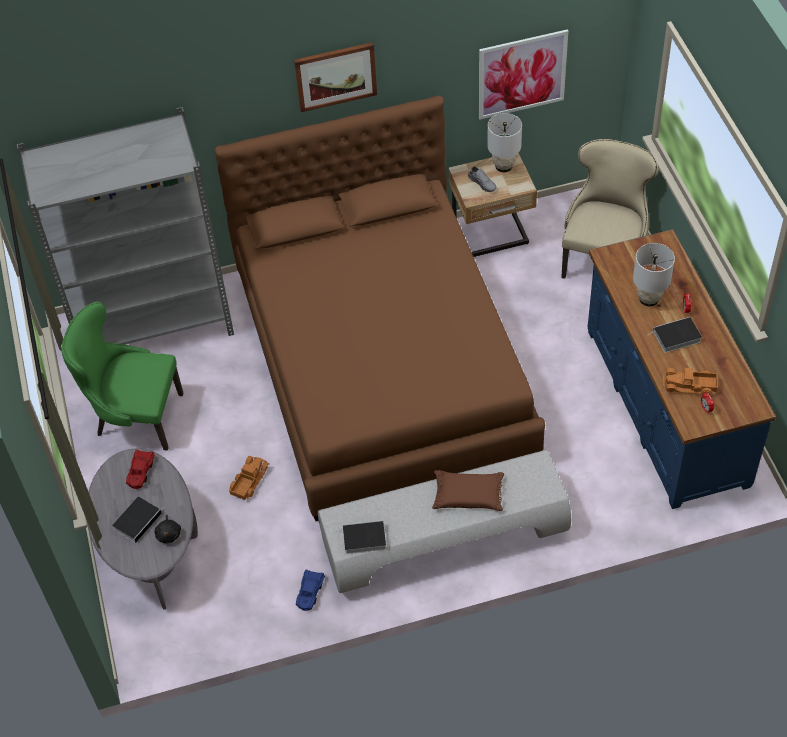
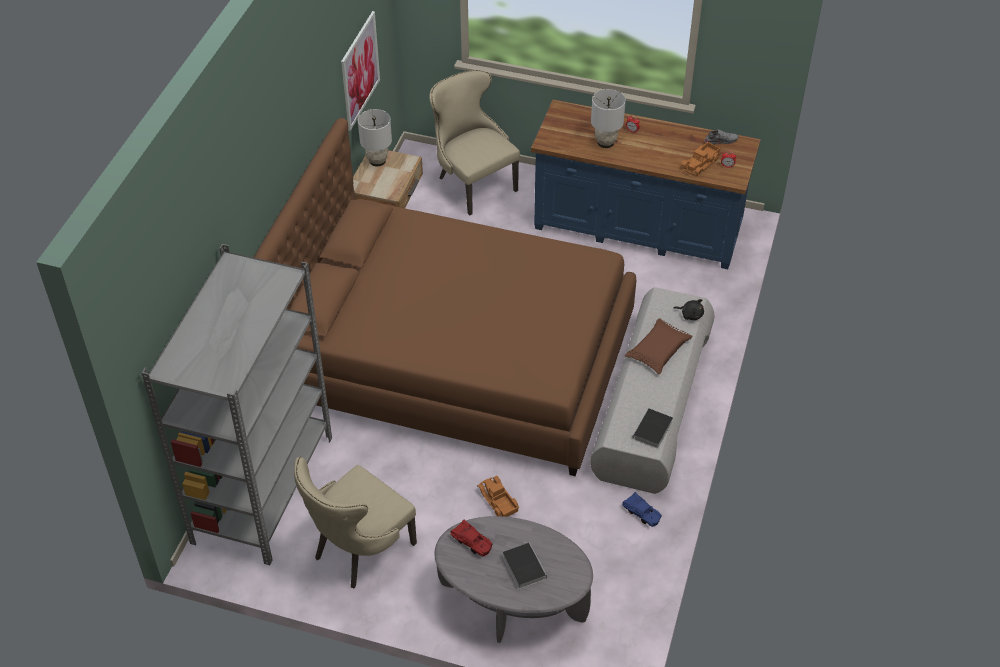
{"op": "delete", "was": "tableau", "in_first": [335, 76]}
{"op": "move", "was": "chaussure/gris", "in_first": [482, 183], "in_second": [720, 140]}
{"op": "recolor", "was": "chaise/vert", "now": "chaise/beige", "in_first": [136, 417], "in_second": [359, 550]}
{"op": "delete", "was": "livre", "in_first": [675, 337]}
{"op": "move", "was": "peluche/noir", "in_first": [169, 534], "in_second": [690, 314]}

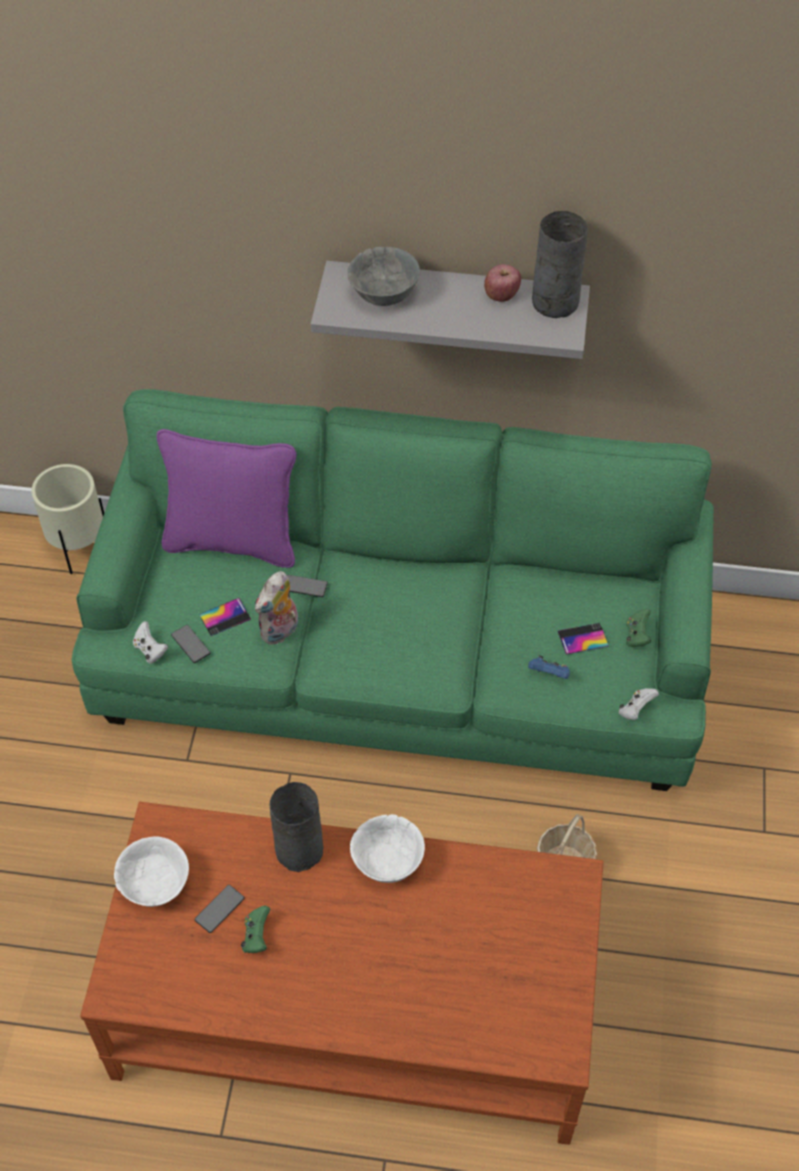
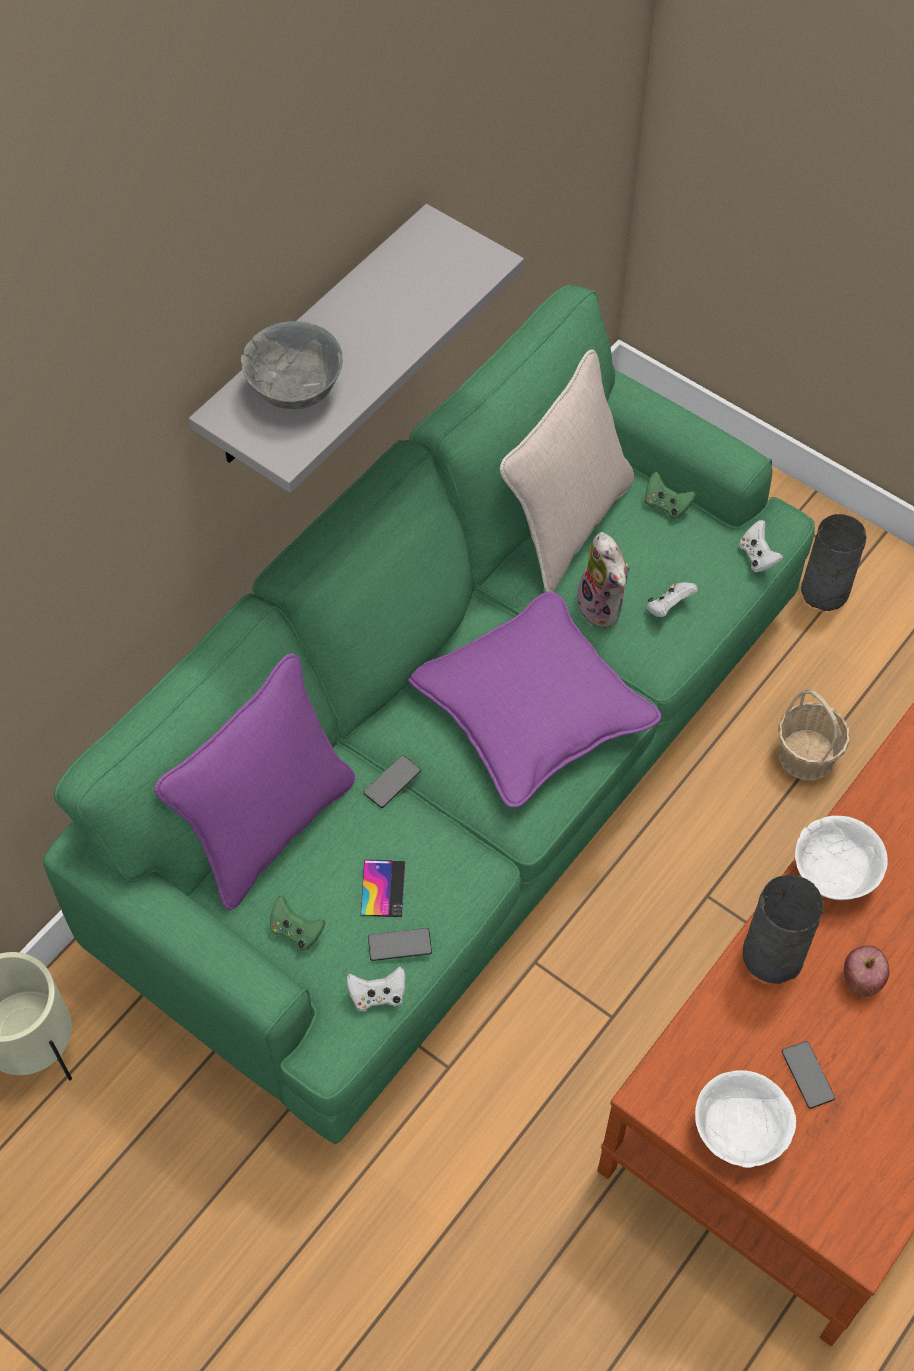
{"op": "move", "was": "vase/gris", "in_first": [554, 302], "in_second": [825, 593]}
{"op": "move", "was": "pomme", "in_first": [501, 295], "in_second": [861, 980]}
{"op": "move", "was": "peluche", "in_first": [280, 632], "in_second": [603, 607]}
{"op": "delete", "was": "téléphone", "in_first": [583, 639]}
{"op": "recolor", "was": "manette/bleu", "now": "manette/blanc", "in_first": [549, 674], "in_second": [668, 607]}
{"op": "move", "was": "manette/vert", "in_first": [256, 936], "in_second": [296, 931]}
{"op": "insert", "now": "coussin/beige", "in_second": [566, 525]}
{"op": "insert", "now": "coussin/violet", "in_second": [531, 707]}

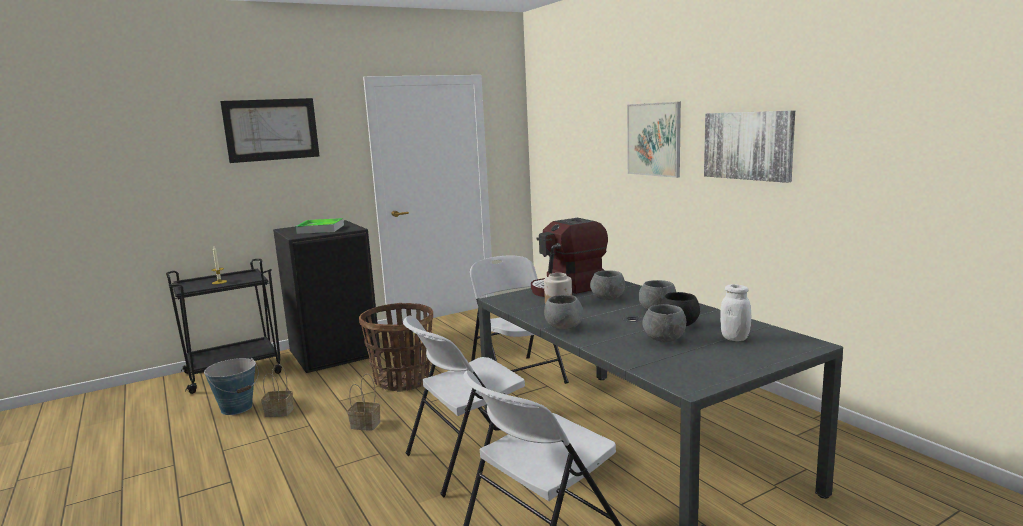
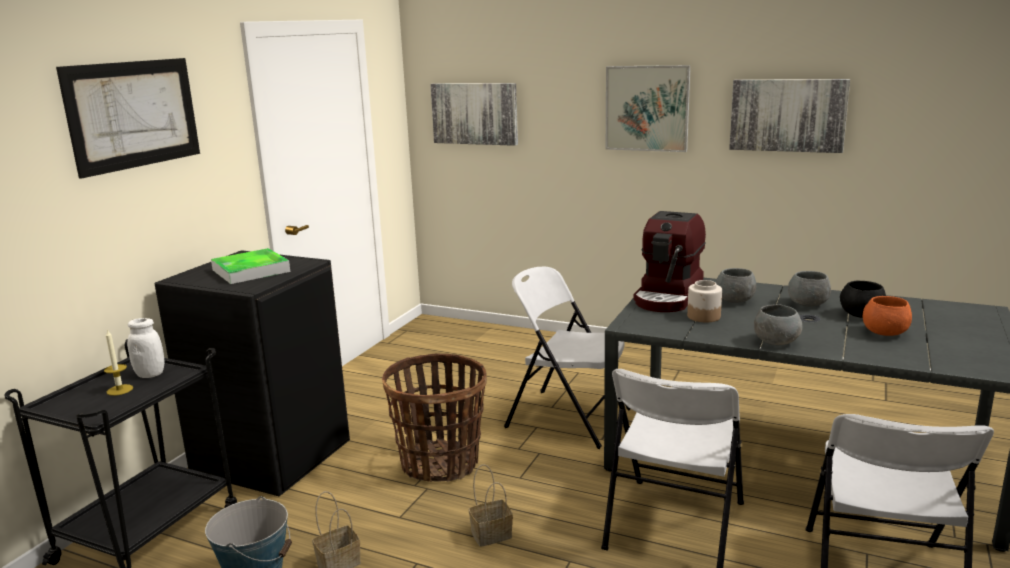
{"op": "move", "was": "bocal/blanc", "in_first": [734, 338], "in_second": [150, 374]}
{"op": "recolor", "was": "bol/gris", "now": "bol/orange", "in_first": [664, 339], "in_second": [885, 333]}
{"op": "insert", "now": "tableau", "in_second": [475, 113]}

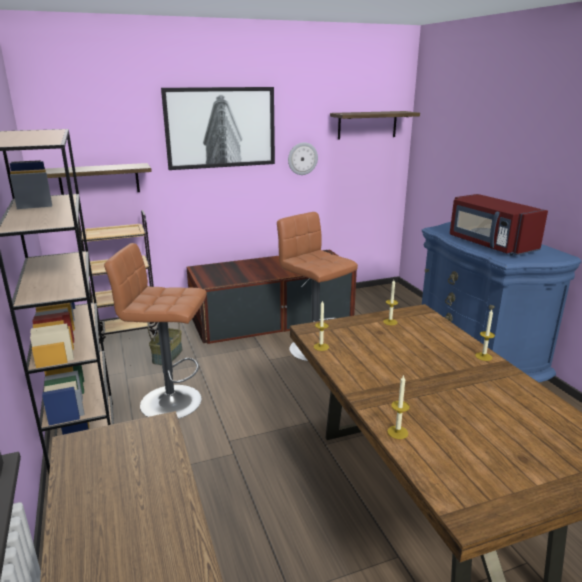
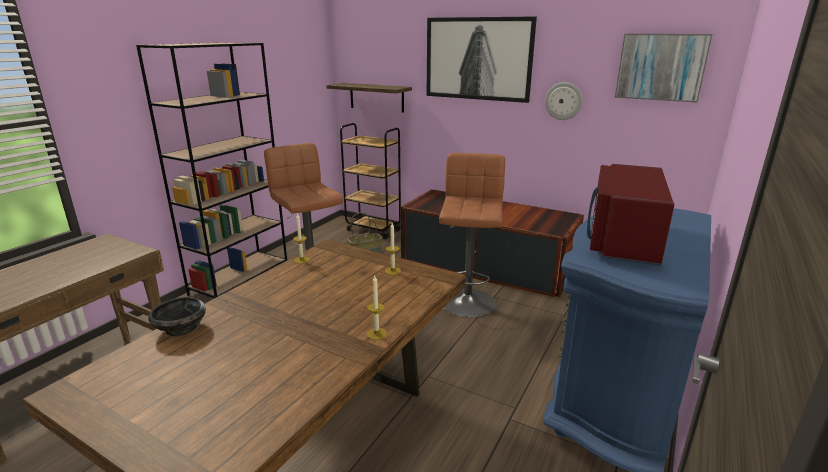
{"op": "replace", "was": "étagère", "now": "tableau", "in_first": [367, 125], "in_second": [661, 67]}
{"op": "replace", "was": "bougie", "now": "bol/noir", "in_first": [397, 432], "in_second": [180, 328]}

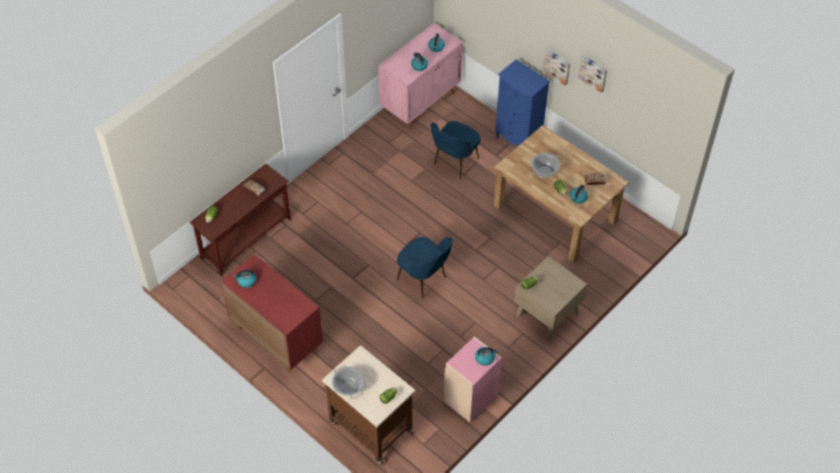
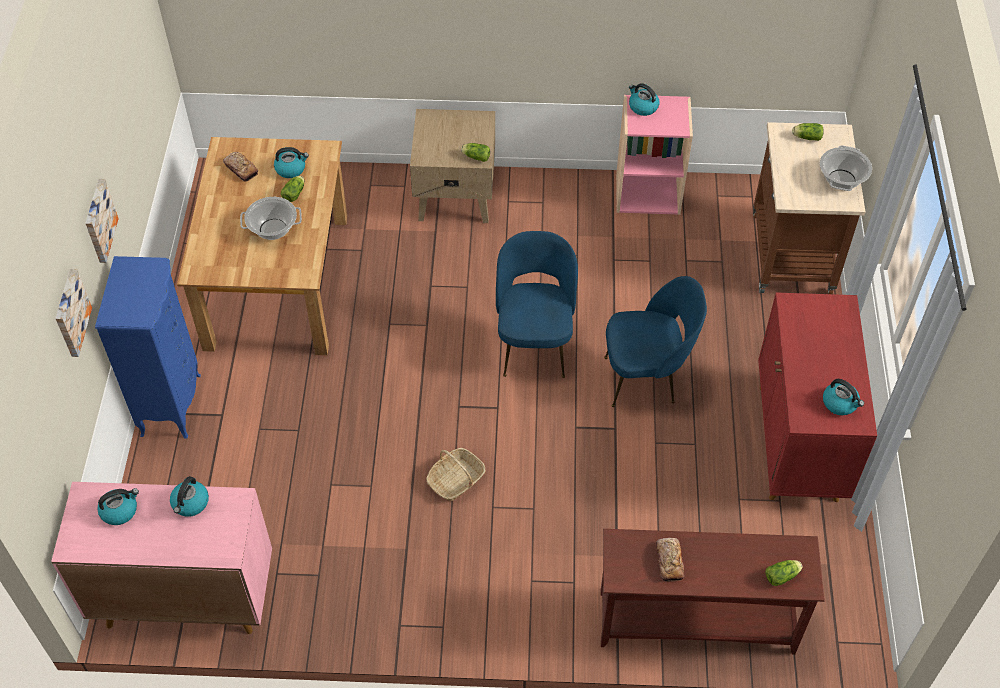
{"op": "move", "was": "tableau", "in_first": [593, 72], "in_second": [70, 312]}
{"op": "move", "was": "chaise/bleu", "in_first": [454, 163], "in_second": [646, 380]}
{"op": "insert", "now": "panier", "in_second": [456, 480]}

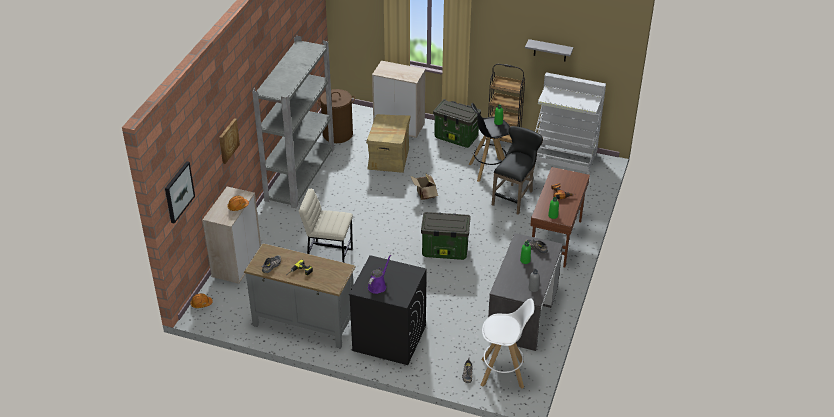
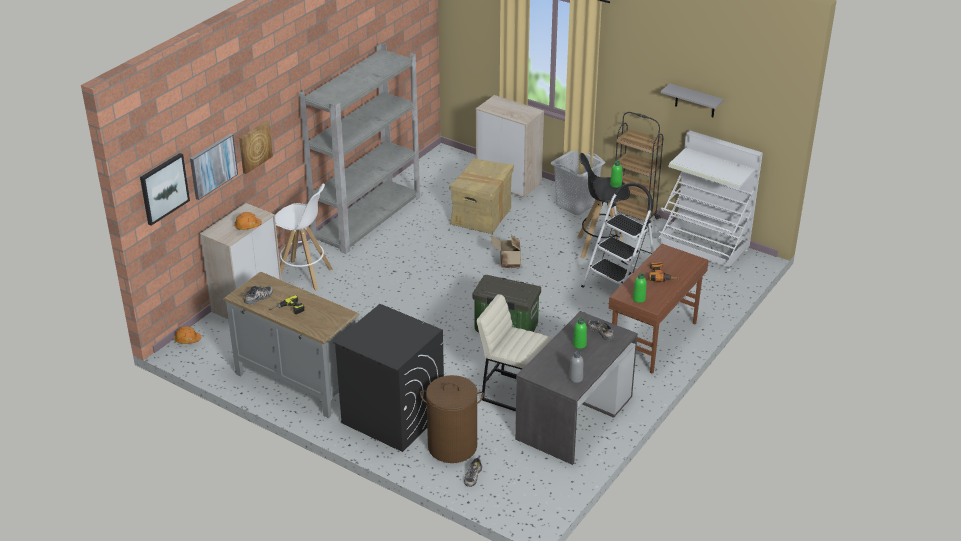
{"op": "move", "was": "panier à linge/marron", "in_first": [337, 134], "in_second": [452, 446]}
{"op": "replace", "was": "boîte de rangement", "now": "panier à linge/gris", "in_first": [457, 137], "in_second": [576, 205]}
{"op": "replace", "was": "tabouret/noir", "now": "escabeau", "in_first": [515, 197], "in_second": [621, 282]}
{"op": "move", "was": "chaise/beige", "in_first": [328, 257], "in_second": [513, 393]}
{"op": "delete", "was": "arrosoir/violet", "in_first": [378, 286]}
{"op": "move", "was": "tabouret/blanc", "in_first": [503, 373], "in_second": [304, 275]}
{"op": "insert", "now": "tableau", "in_second": [213, 166]}

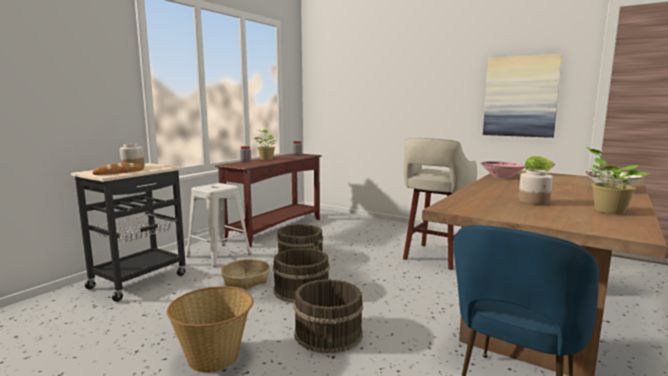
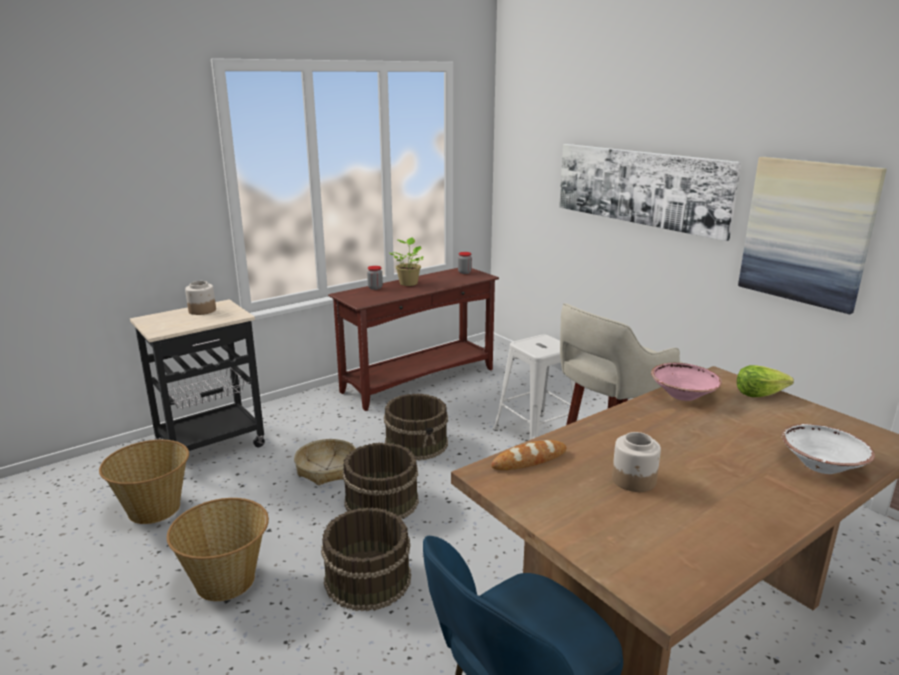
{"op": "delete", "was": "plante en pot", "in_first": [607, 210]}
{"op": "move", "was": "pain", "in_first": [119, 172], "in_second": [529, 460]}
{"op": "move", "was": "tabouret/blanc", "in_first": [219, 255], "in_second": [537, 434]}
{"op": "insert", "now": "tableau", "in_second": [640, 187]}
{"op": "insert", "now": "panier", "in_second": [154, 509]}

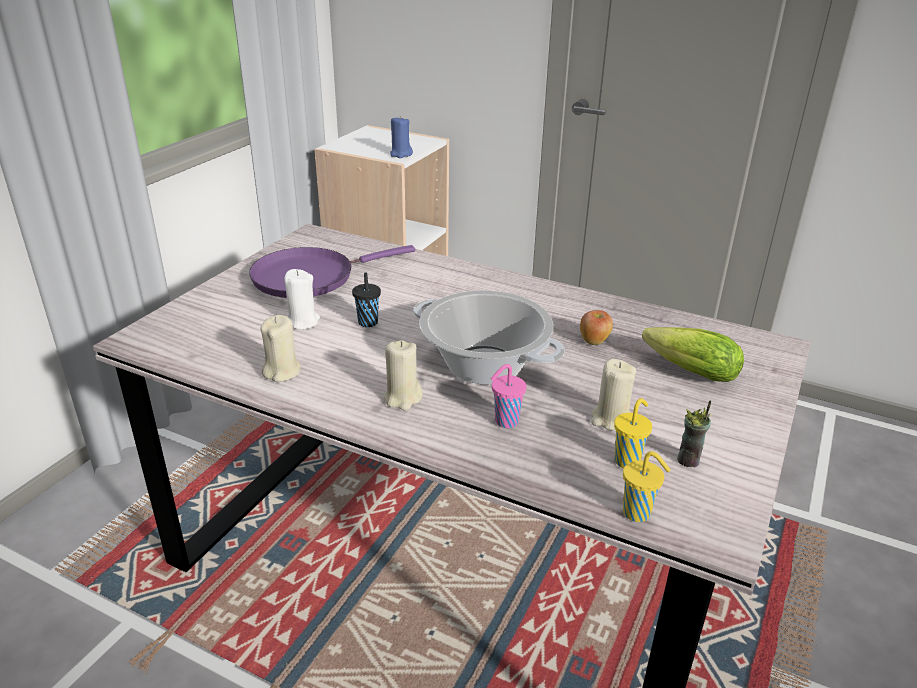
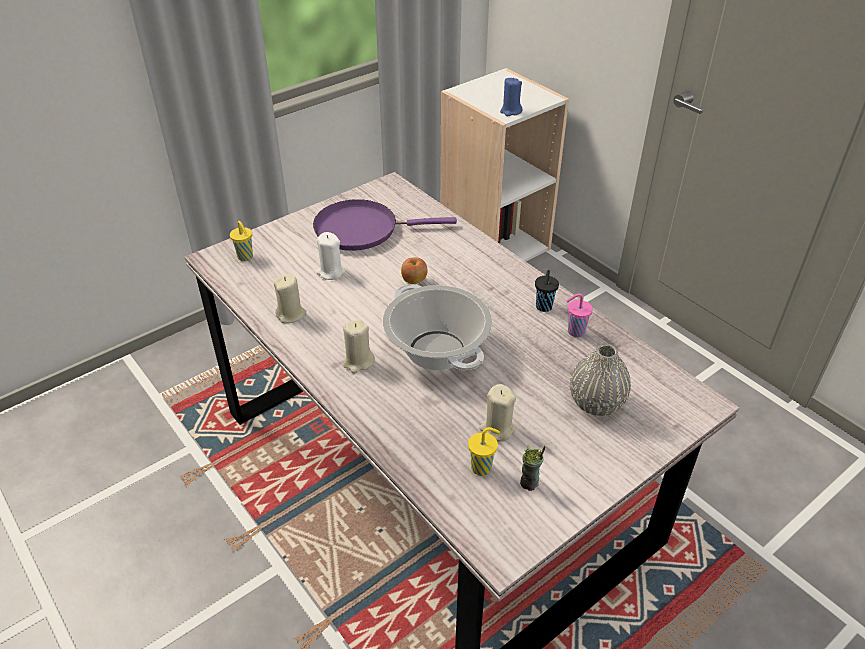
{"op": "move", "was": "tasse/noir", "in_first": [368, 323], "in_second": [543, 307]}
{"op": "move", "was": "pomme", "in_first": [594, 341], "in_second": [414, 281]}
{"op": "replace", "was": "laitue", "now": "vase/gris", "in_first": [686, 370], "in_second": [596, 403]}
{"op": "move", "was": "tasse/rose", "in_first": [505, 422], "in_second": [575, 332]}
{"op": "move", "was": "tasse/jaune", "in_first": [638, 513], "in_second": [246, 257]}

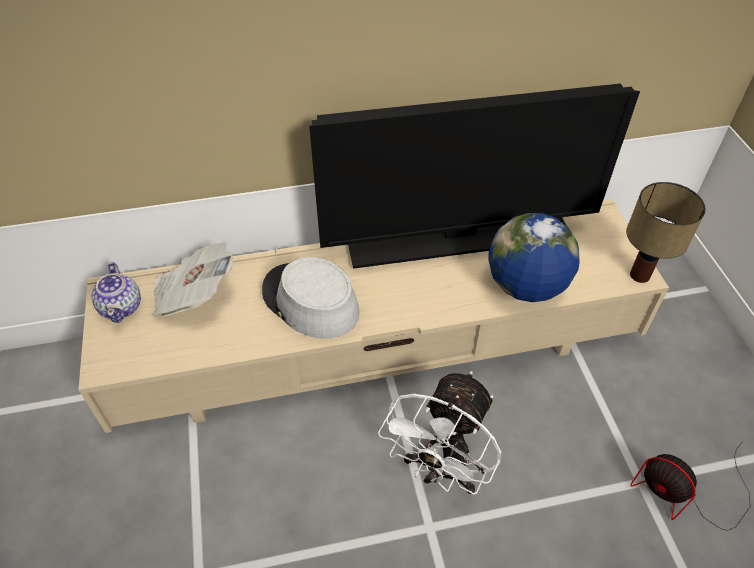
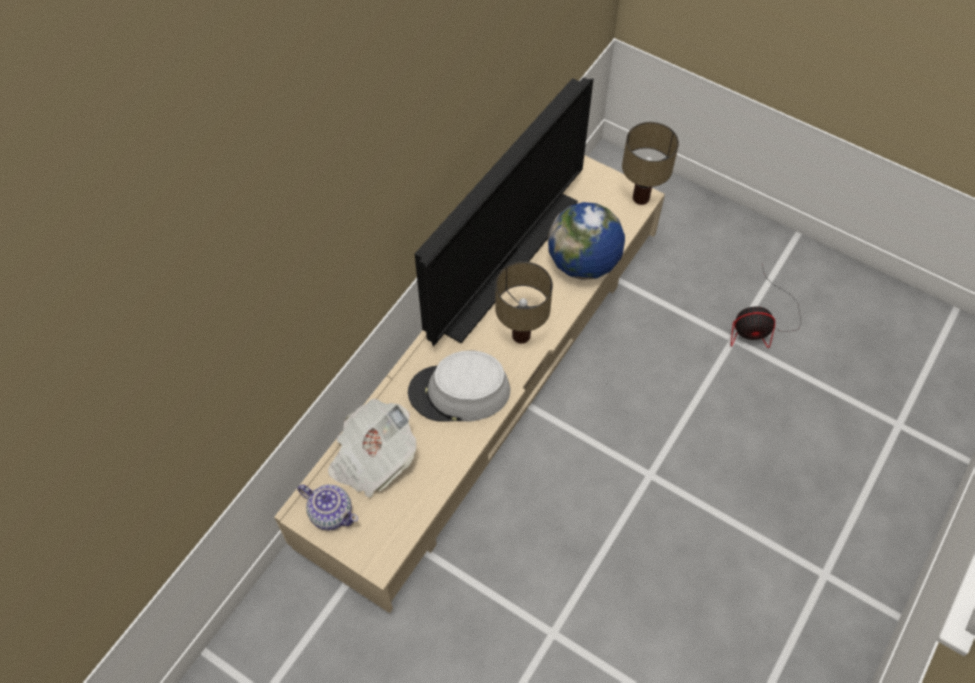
{"op": "delete", "was": "ventilateur/blanc", "in_first": [440, 470]}
{"op": "insert", "now": "lampe de table", "in_second": [521, 336]}

